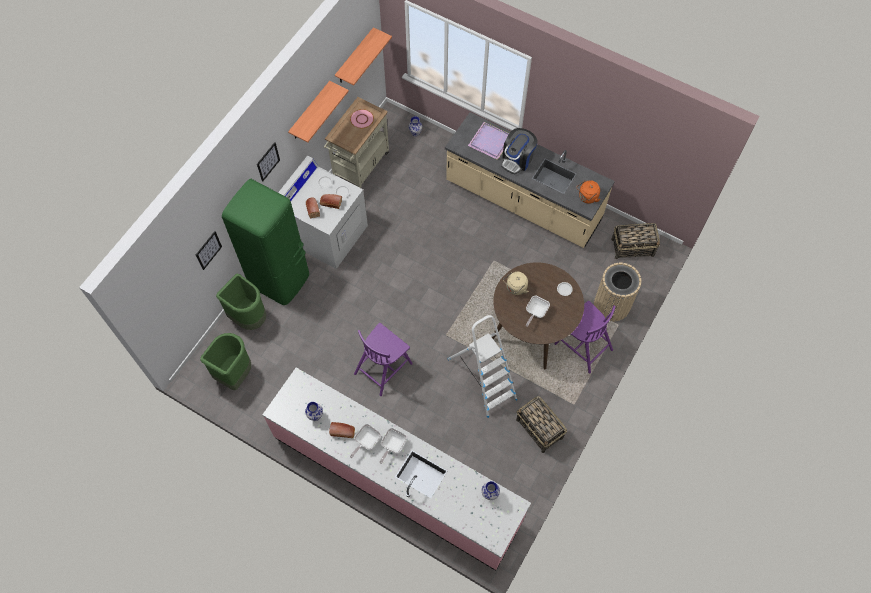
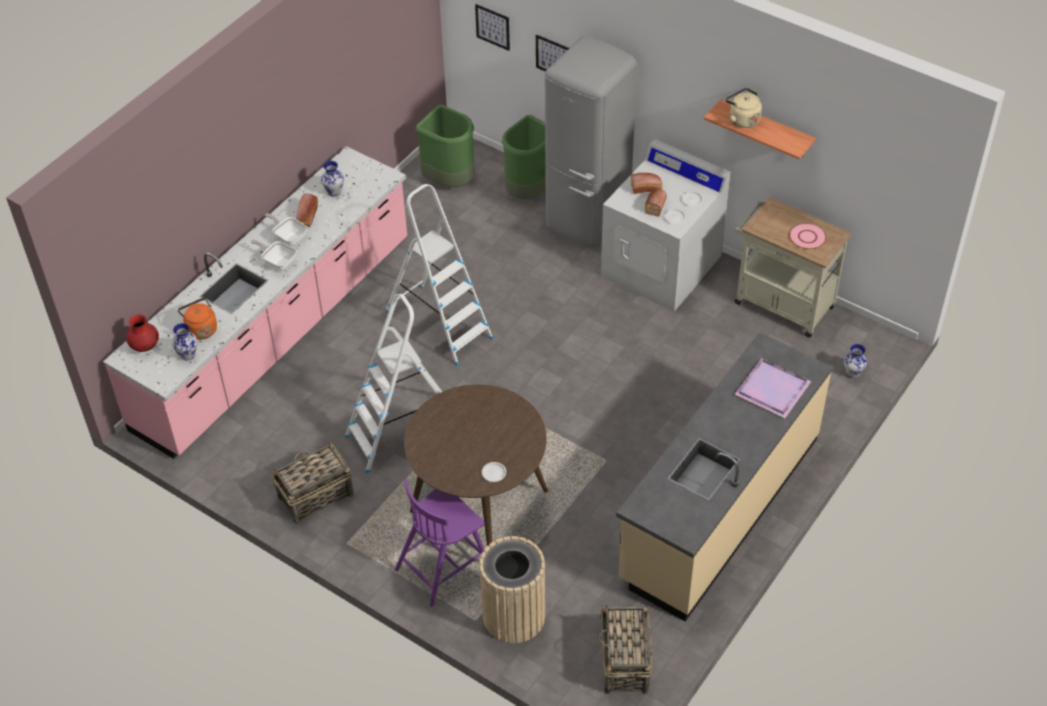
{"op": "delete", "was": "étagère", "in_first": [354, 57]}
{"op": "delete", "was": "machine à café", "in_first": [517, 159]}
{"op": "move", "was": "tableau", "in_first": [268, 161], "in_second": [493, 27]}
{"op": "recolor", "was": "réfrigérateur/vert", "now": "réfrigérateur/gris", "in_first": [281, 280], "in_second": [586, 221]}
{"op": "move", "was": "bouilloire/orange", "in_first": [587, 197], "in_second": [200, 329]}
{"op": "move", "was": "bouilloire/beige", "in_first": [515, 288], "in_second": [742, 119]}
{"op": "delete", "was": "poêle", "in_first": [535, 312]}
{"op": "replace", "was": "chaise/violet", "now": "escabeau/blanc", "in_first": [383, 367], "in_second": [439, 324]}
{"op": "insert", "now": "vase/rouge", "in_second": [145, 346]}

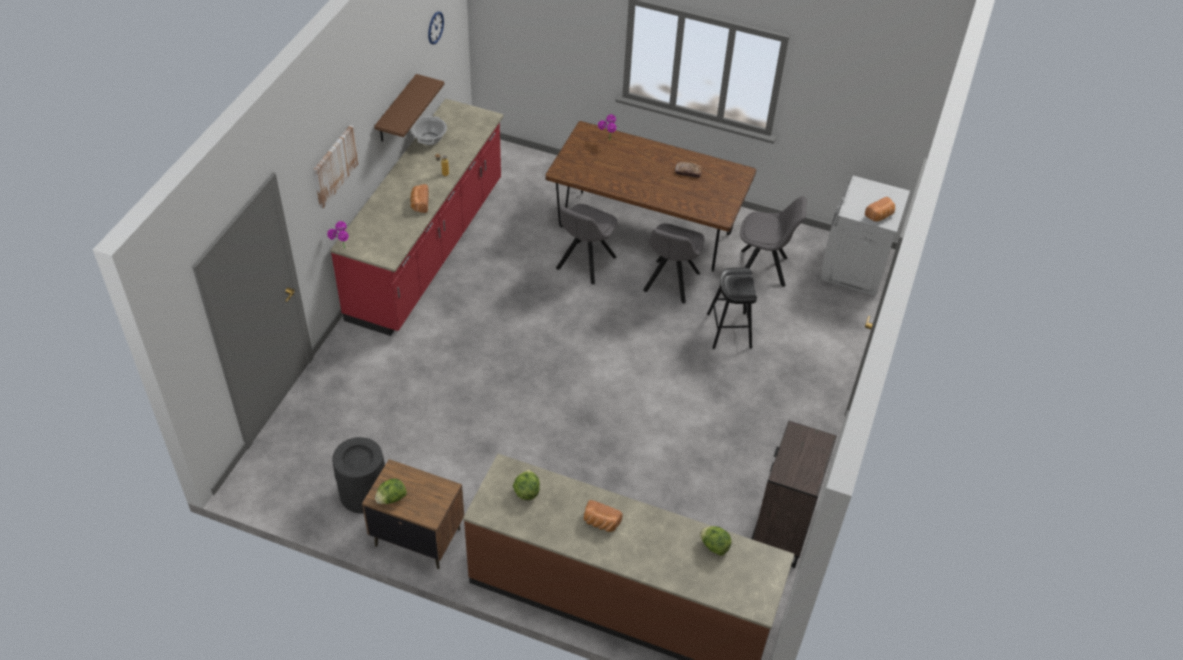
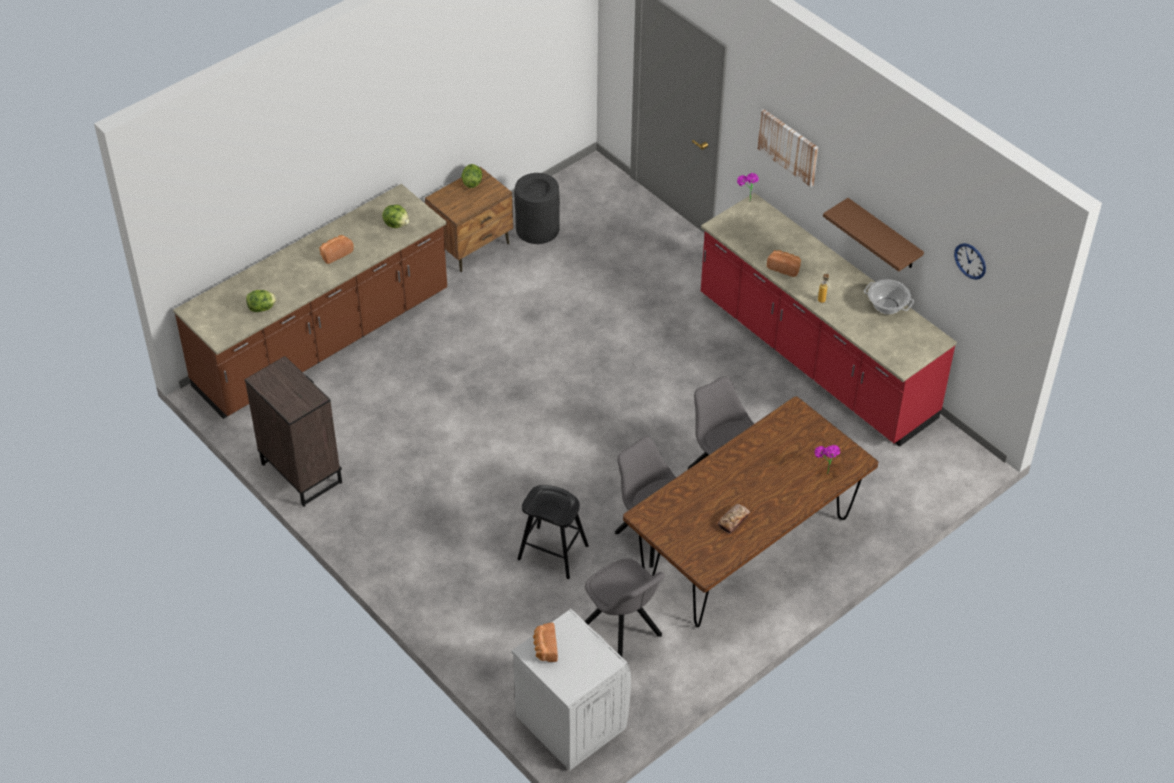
{"op": "rotate", "was": "chaise/gris", "in_first": [763, 269], "in_second": [622, 630], "clockwise": -75}

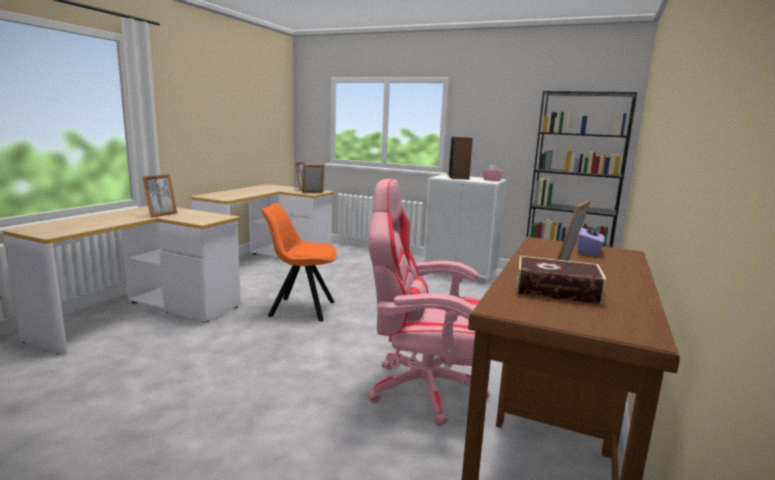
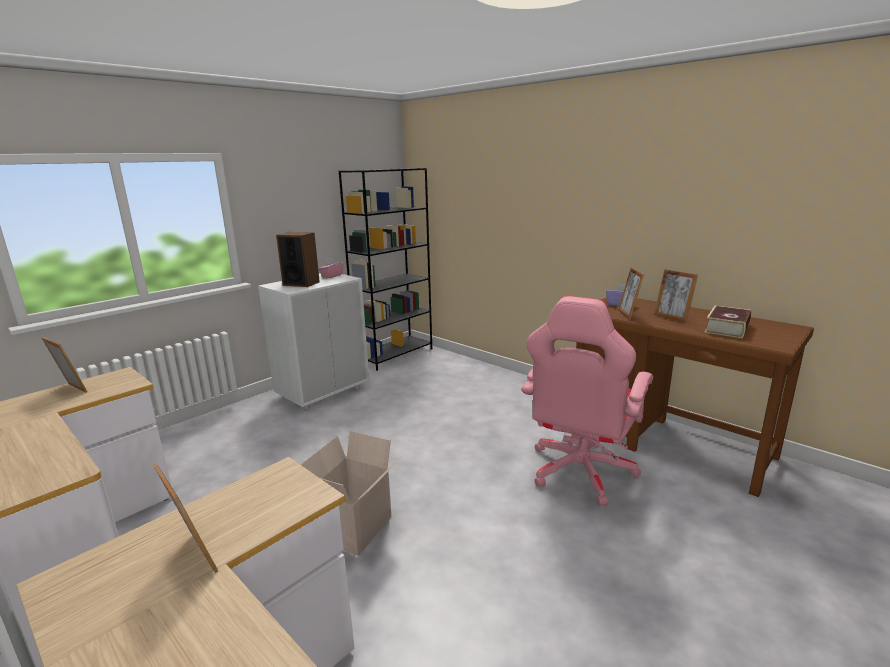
{"op": "move", "was": "cadre photo", "in_first": [313, 193], "in_second": [628, 314]}
{"op": "replace", "was": "chaise/orange", "now": "carton", "in_first": [301, 309], "in_second": [355, 529]}

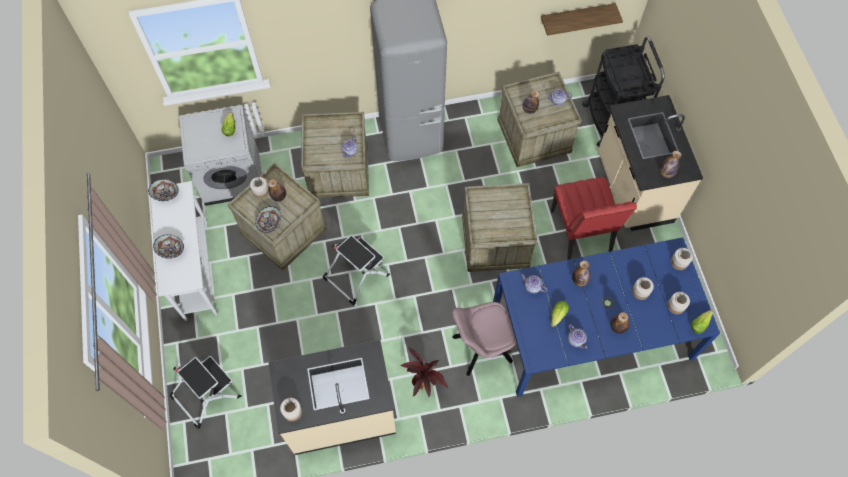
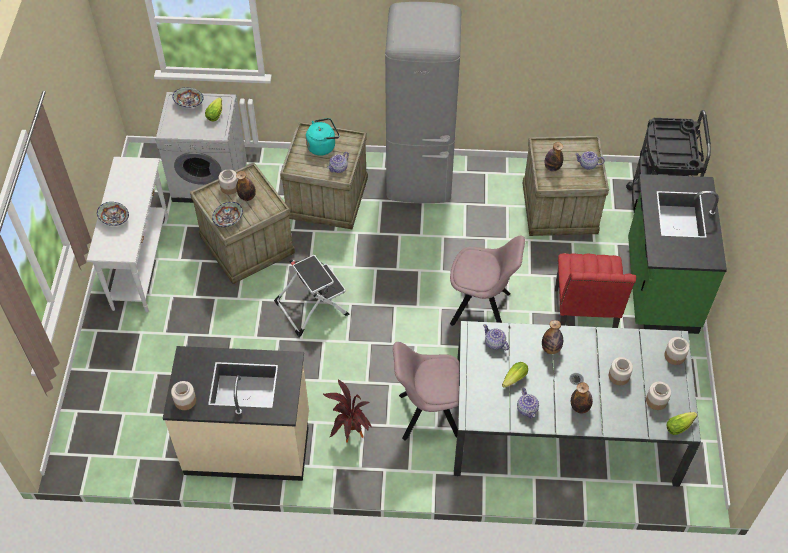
{"op": "delete", "was": "étagère", "in_first": [576, 17]}
{"op": "recolor", "was": "comptoir de cuisine/beige", "now": "comptoir de cuisine/vert", "in_first": [632, 189], "in_second": [659, 287]}
{"op": "delete", "was": "bouteille", "in_first": [666, 173]}
{"op": "move", "was": "bol", "in_first": [165, 194], "in_second": [189, 103]}
{"op": "replace", "was": "caisse", "now": "chaise/rose", "in_first": [496, 242], "in_second": [481, 308]}
{"op": "recolor", "was": "table à manger/bleu", "now": "table à manger/gris", "in_first": [591, 331], "in_second": [564, 427]}
{"op": "delete", "was": "escabeau", "in_first": [205, 393]}
{"op": "insert", "now": "bouilloire/turquoise", "in_second": [323, 146]}

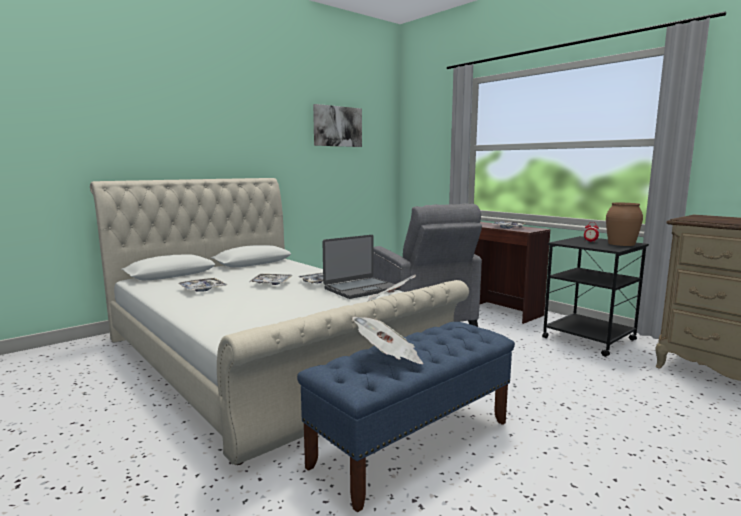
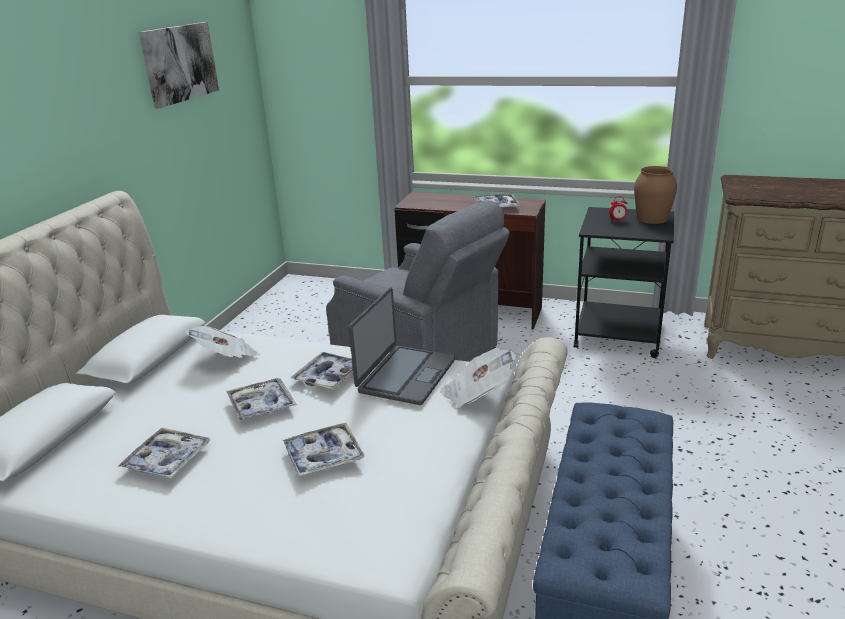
{"op": "move", "was": "journal", "in_first": [388, 358], "in_second": [227, 357]}
{"op": "insert", "now": "plateau", "in_second": [324, 456]}

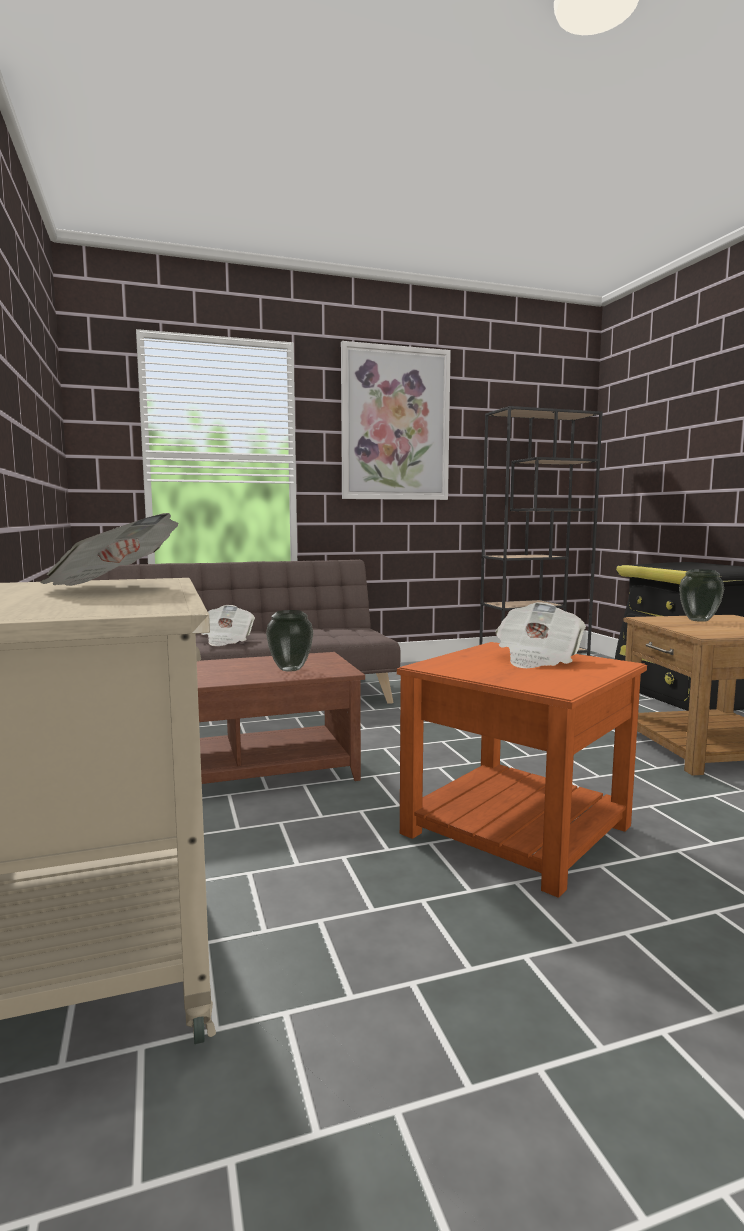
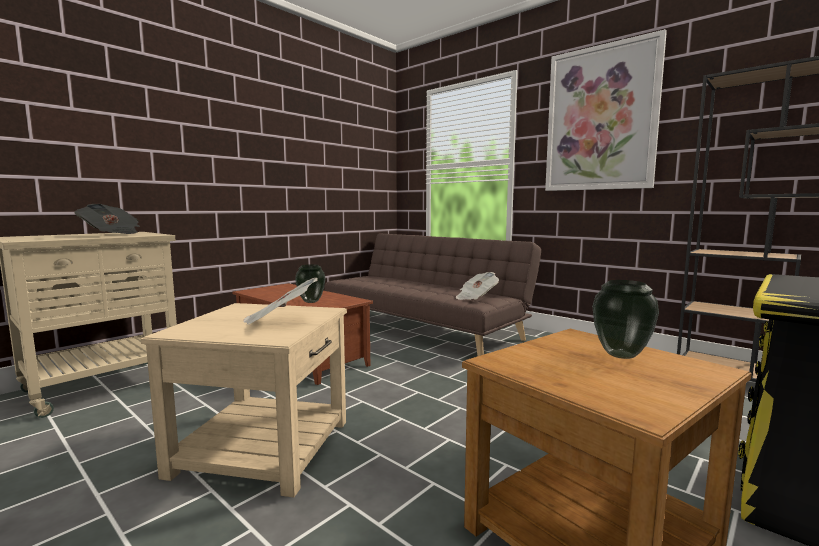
{"op": "move", "was": "journal", "in_first": [226, 640], "in_second": [476, 297]}
{"op": "recolor", "was": "table d'appoint/orange", "now": "table d'appoint/beige", "in_first": [517, 829], "in_second": [264, 447]}

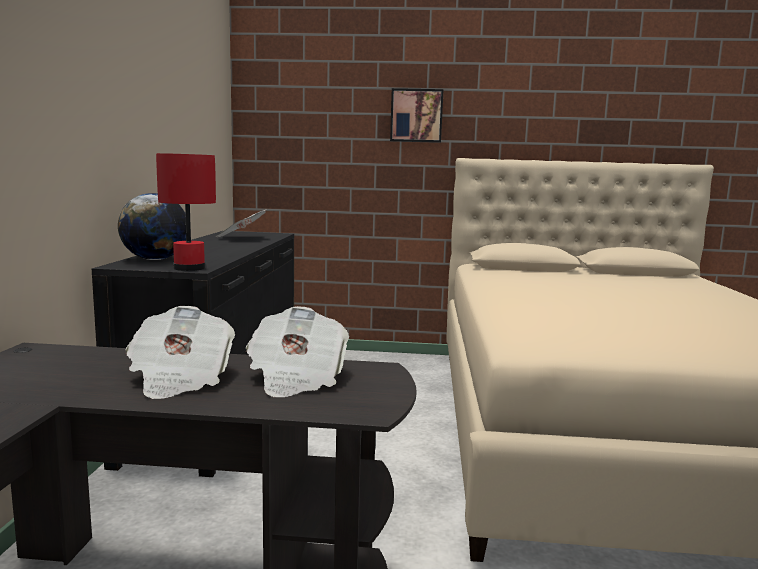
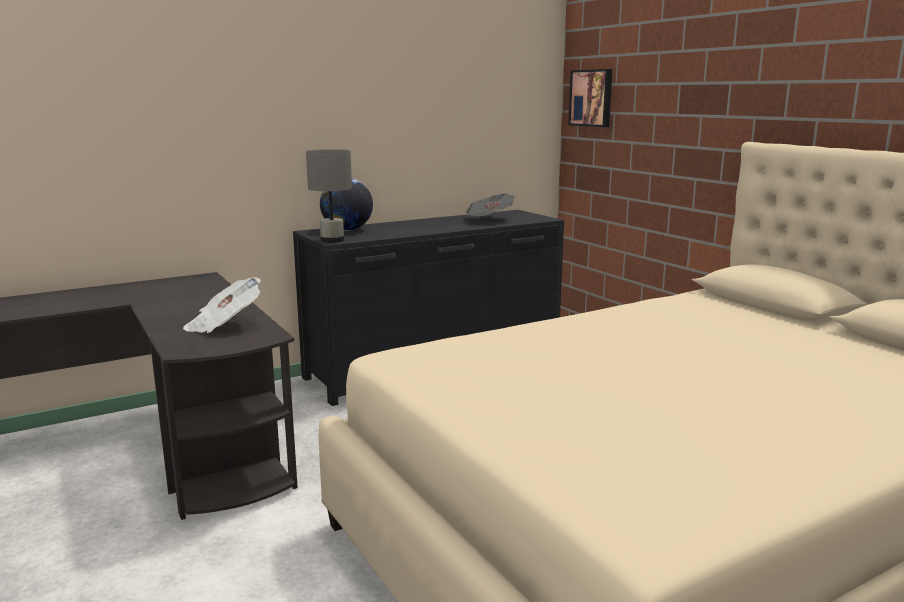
{"op": "move", "was": "tableau", "in_first": [416, 116], "in_second": [592, 98]}
{"op": "recolor", "was": "lampe de table/rouge", "now": "lampe de table/gris", "in_first": [188, 268], "in_second": [331, 240]}
{"op": "delete", "was": "journal", "in_first": [180, 378]}

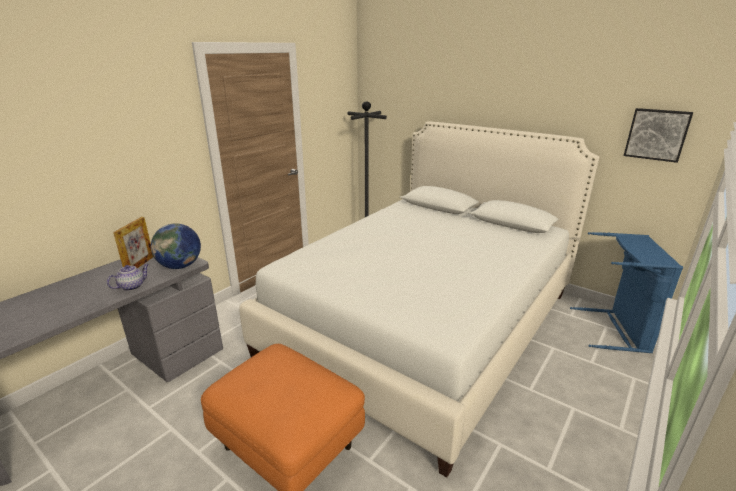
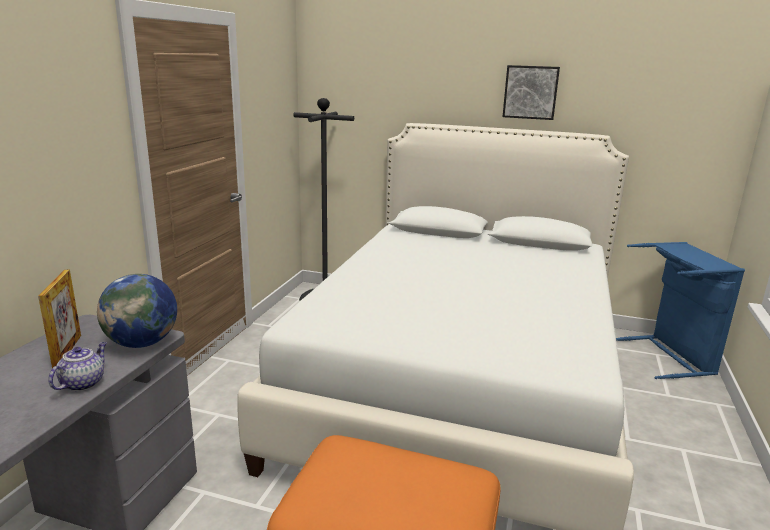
{"op": "move", "was": "tableau", "in_first": [657, 134], "in_second": [530, 92]}

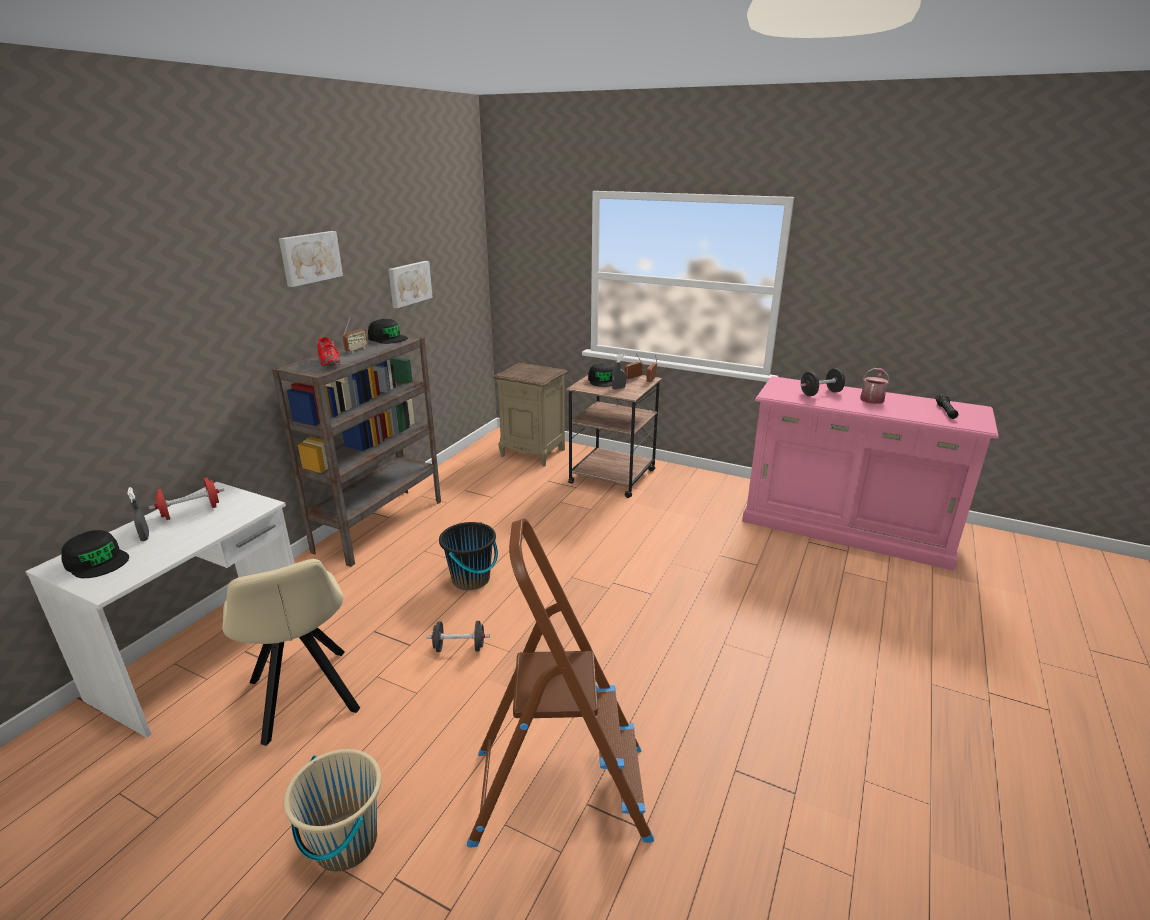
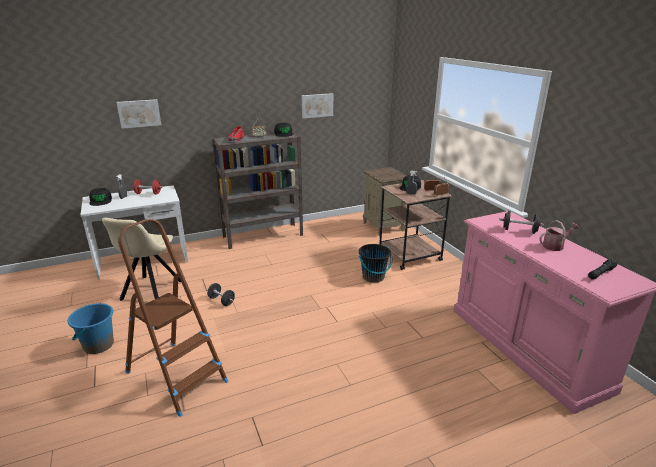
{"op": "move", "was": "tableau", "in_first": [310, 258], "in_second": [139, 113]}
{"op": "move", "was": "seau/noir", "in_first": [471, 579], "in_second": [373, 277]}
{"op": "recolor", "was": "seau/beige", "now": "seau/bleu", "in_first": [345, 843], "in_second": [98, 345]}

